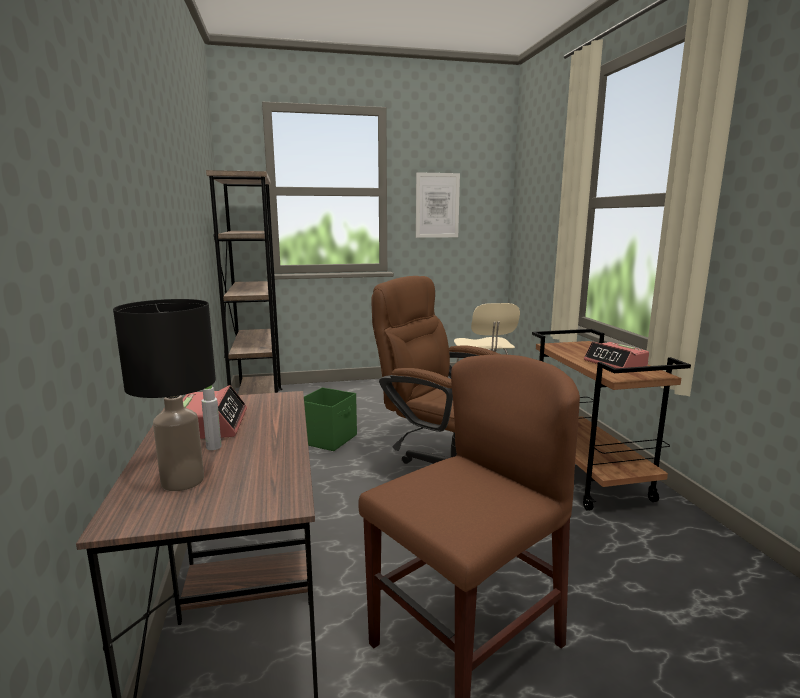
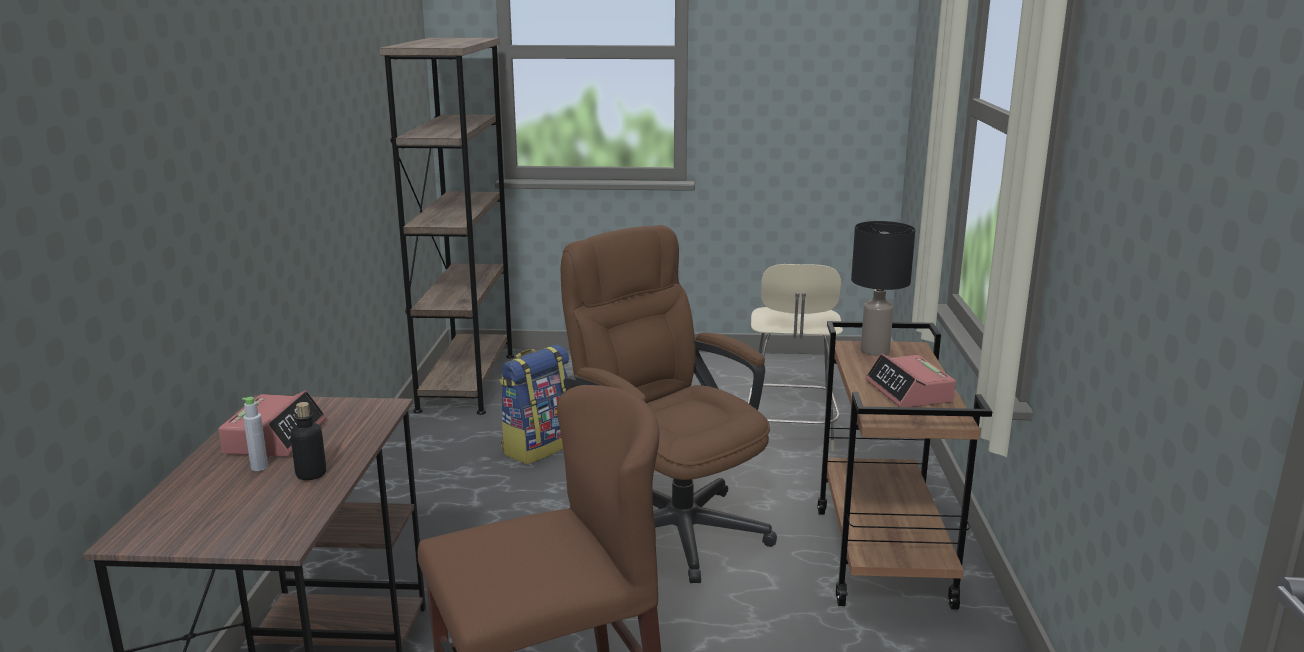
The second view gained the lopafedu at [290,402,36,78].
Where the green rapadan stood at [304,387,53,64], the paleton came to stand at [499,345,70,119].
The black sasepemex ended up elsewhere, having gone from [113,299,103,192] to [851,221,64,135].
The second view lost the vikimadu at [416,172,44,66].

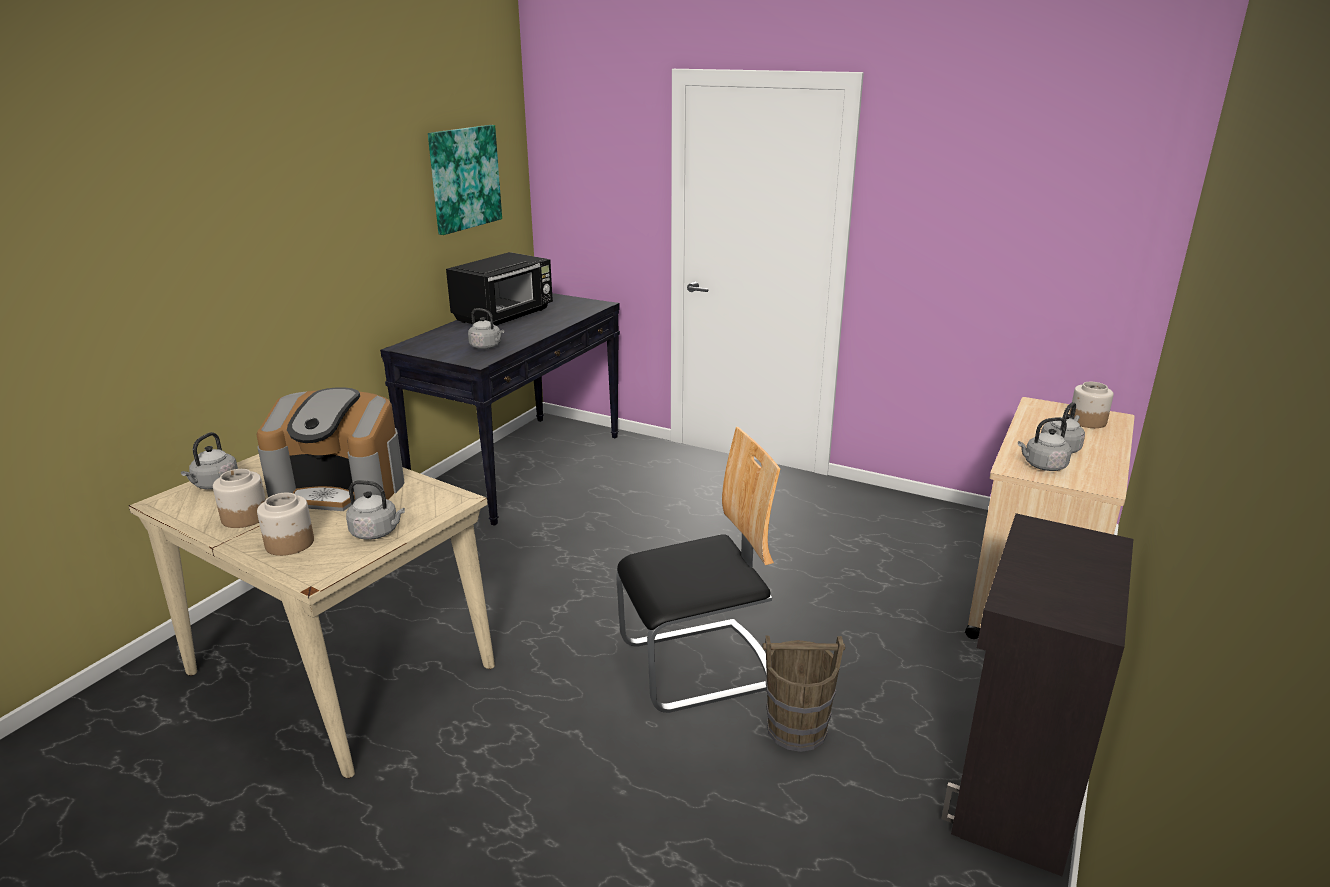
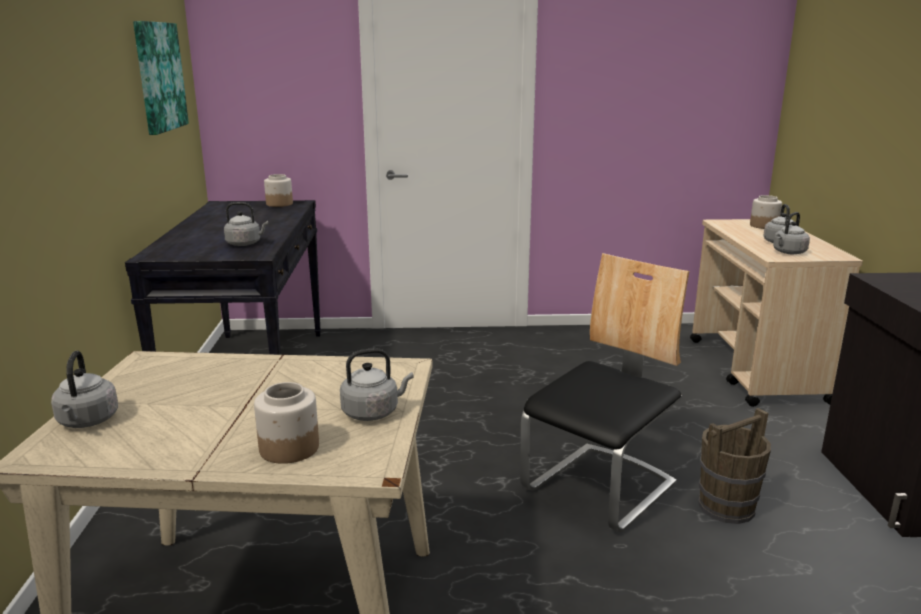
The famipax ended up elsewhere, having gone from [213,469,53,59] to [264,174,29,33].
The second view lost the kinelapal at [256,387,148,124].
The second view lost the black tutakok at [446,252,107,73].

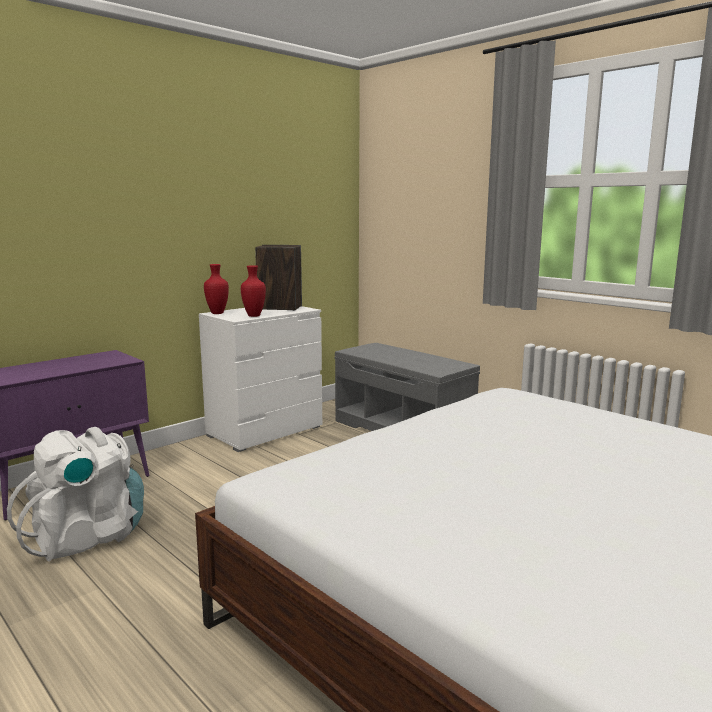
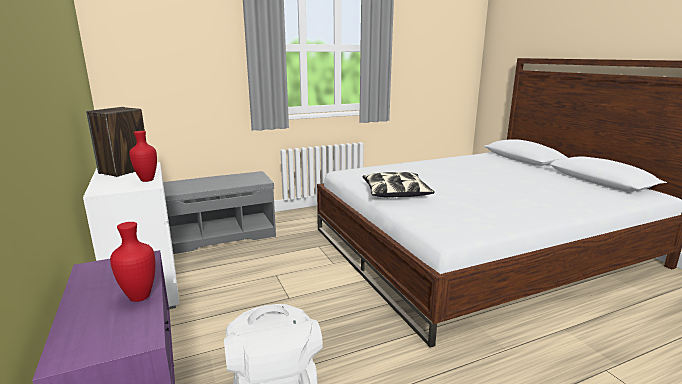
The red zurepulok ended up elsewhere, having gone from [204,264,25,50] to [110,222,45,80].
The second view gained the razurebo at [363,172,72,25].

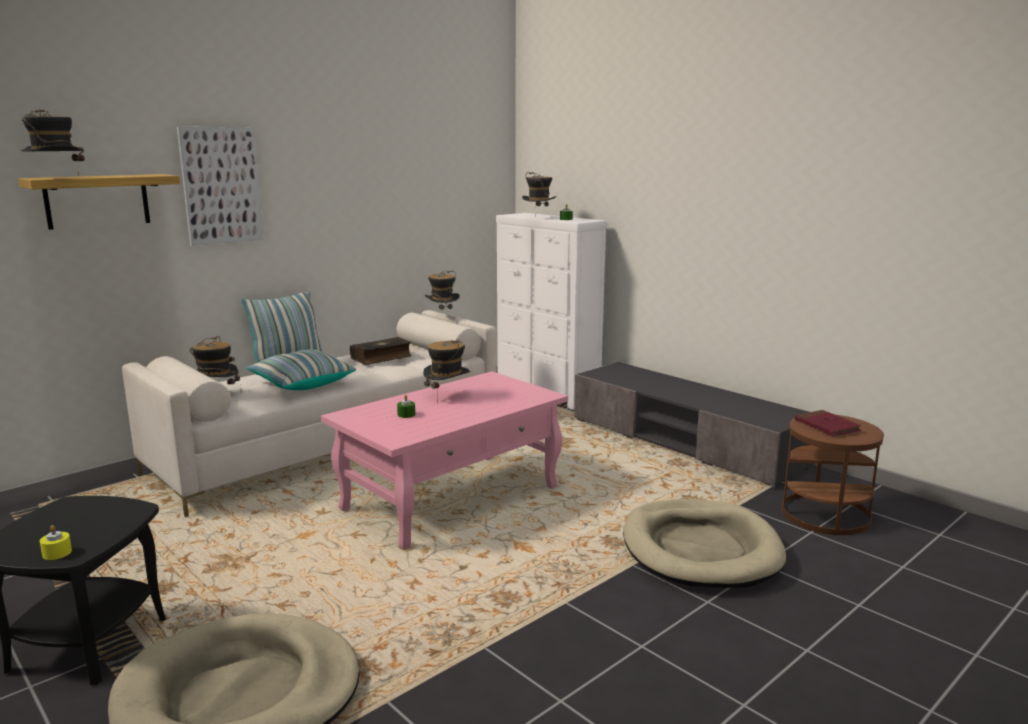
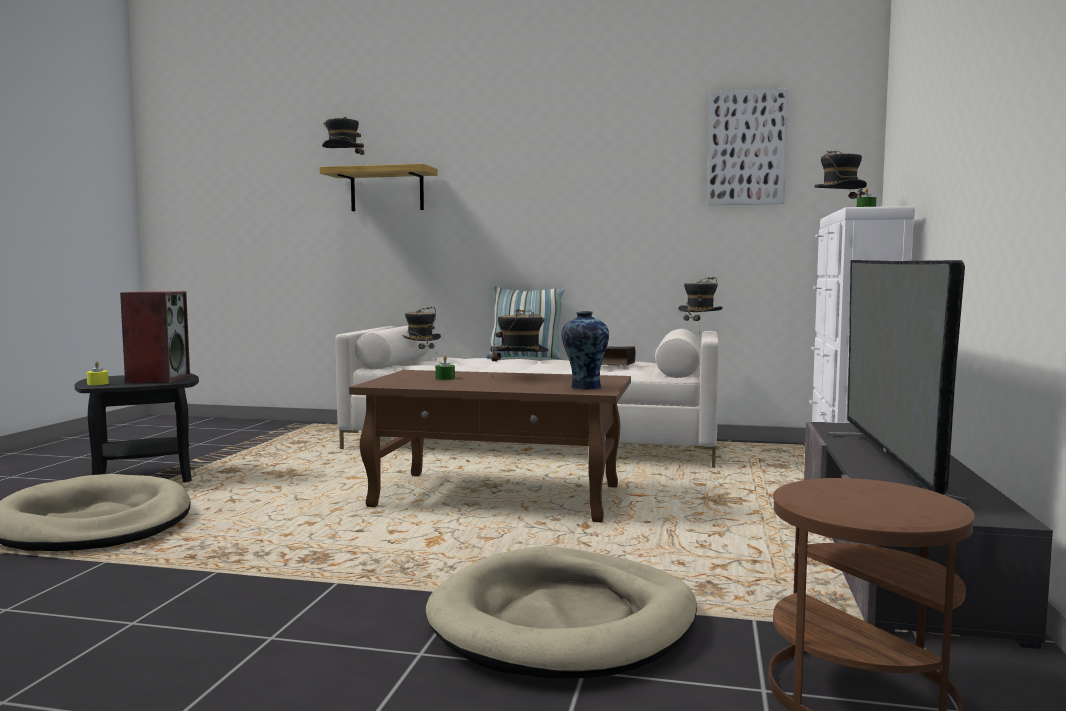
The second view gained the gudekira at [120,291,70,93].
What was the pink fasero at [321,371,247,179] turned into the brown fasero at [349,370,282,152].
The second view gained the zurepulok at [561,311,48,79].
The vikimadu ended up elsewhere, having gone from [177,127,86,119] to [708,88,80,117].
The second view gained the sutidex at [828,260,141,244].
The second view lost the razurebo at [246,349,110,41].
The second view lost the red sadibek at [795,410,66,26].

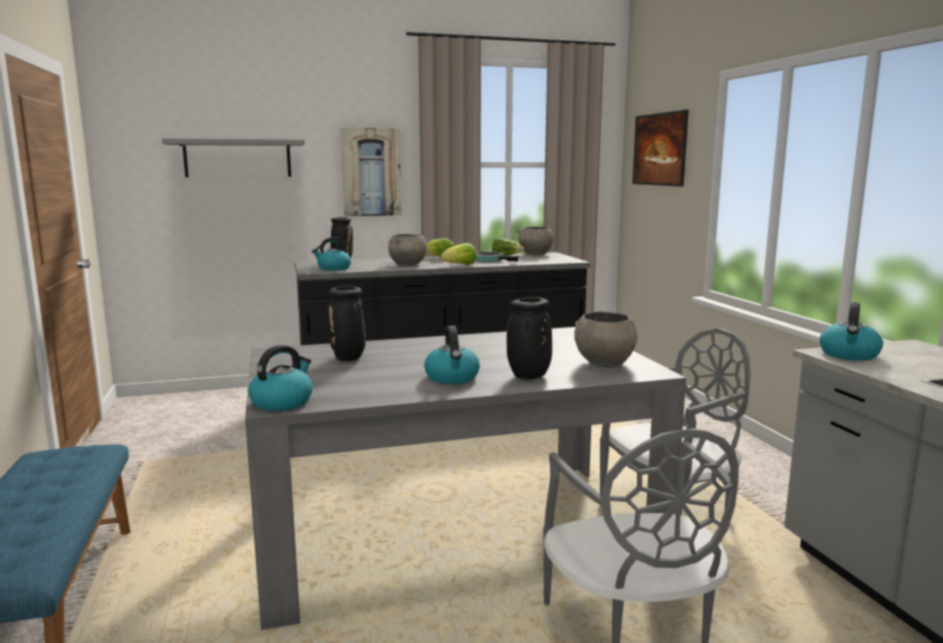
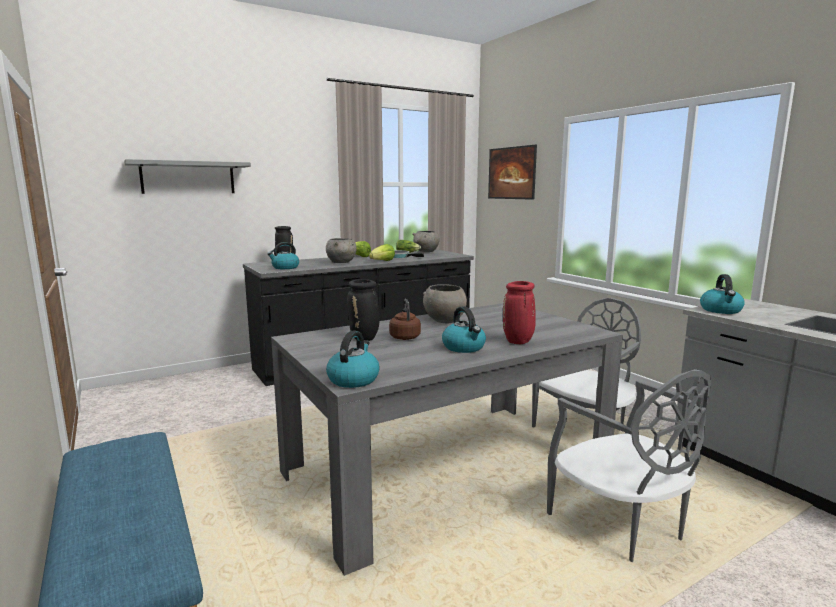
The second view gained the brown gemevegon at [389,299,32,41].
The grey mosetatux ended up elsewhere, having gone from [574,311,63,57] to [423,284,44,39].
What was the black zurepulok at [506,297,46,83] turned into the red zurepulok at [503,281,33,63].
The second view lost the vikimadu at [341,128,60,89].

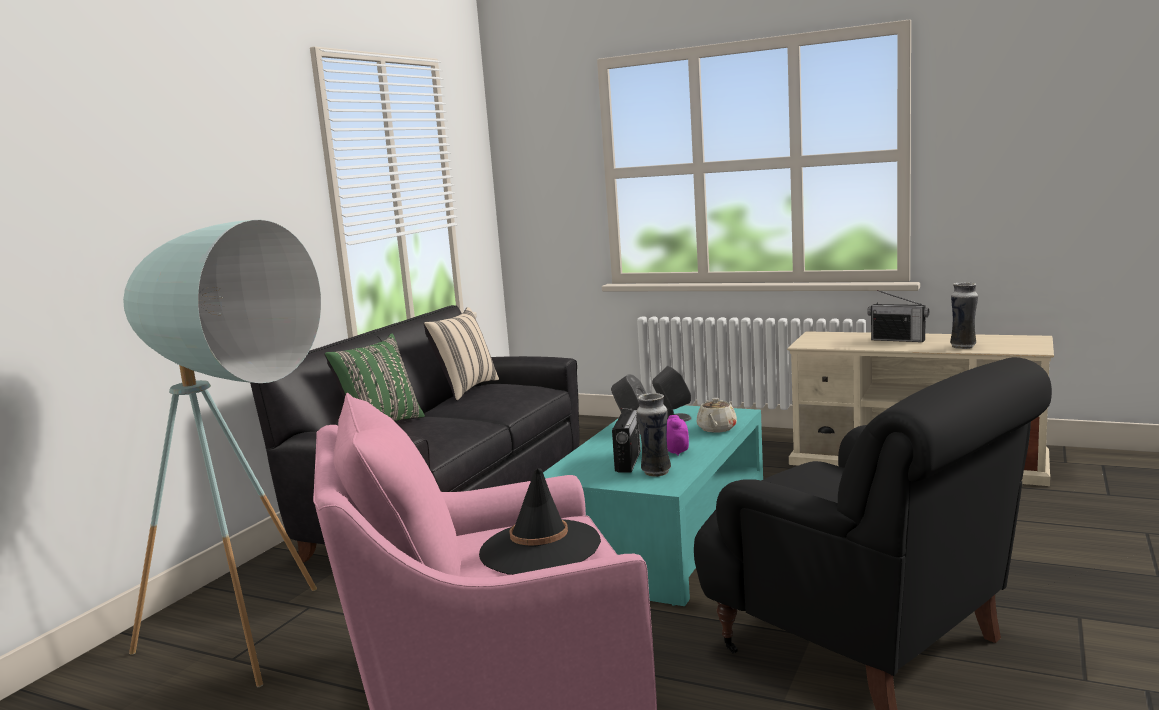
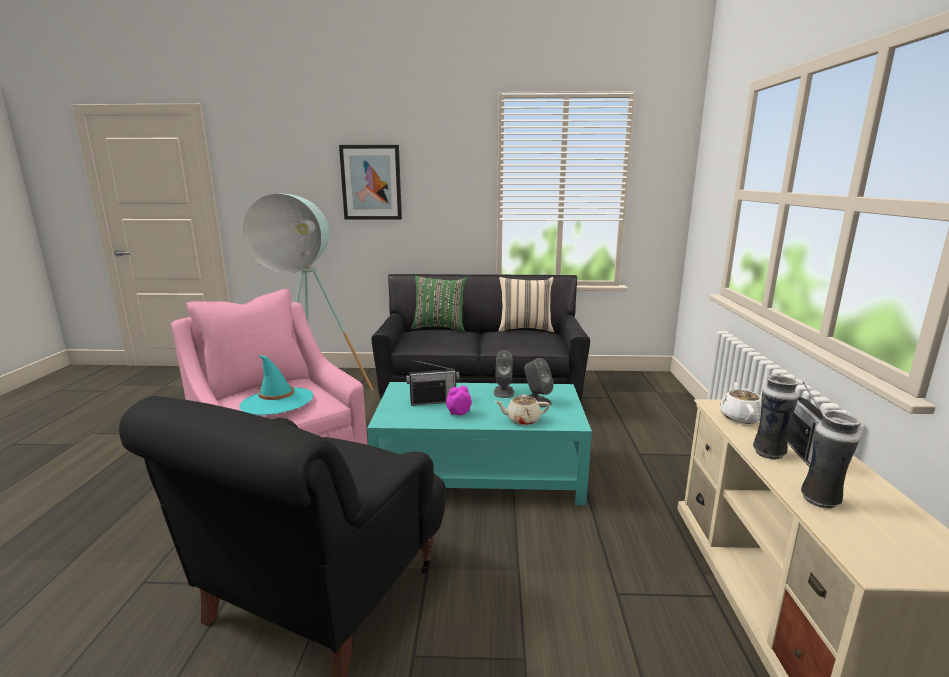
What was the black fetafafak at [479,468,122,107] turned into the turquoise fetafafak at [239,355,74,60].
The second view gained the vikimadu at [339,145,63,75].
The second view gained the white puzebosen at [720,382,42,42].
The zurepulok ended up elsewhere, having gone from [637,393,34,84] to [753,375,46,84].

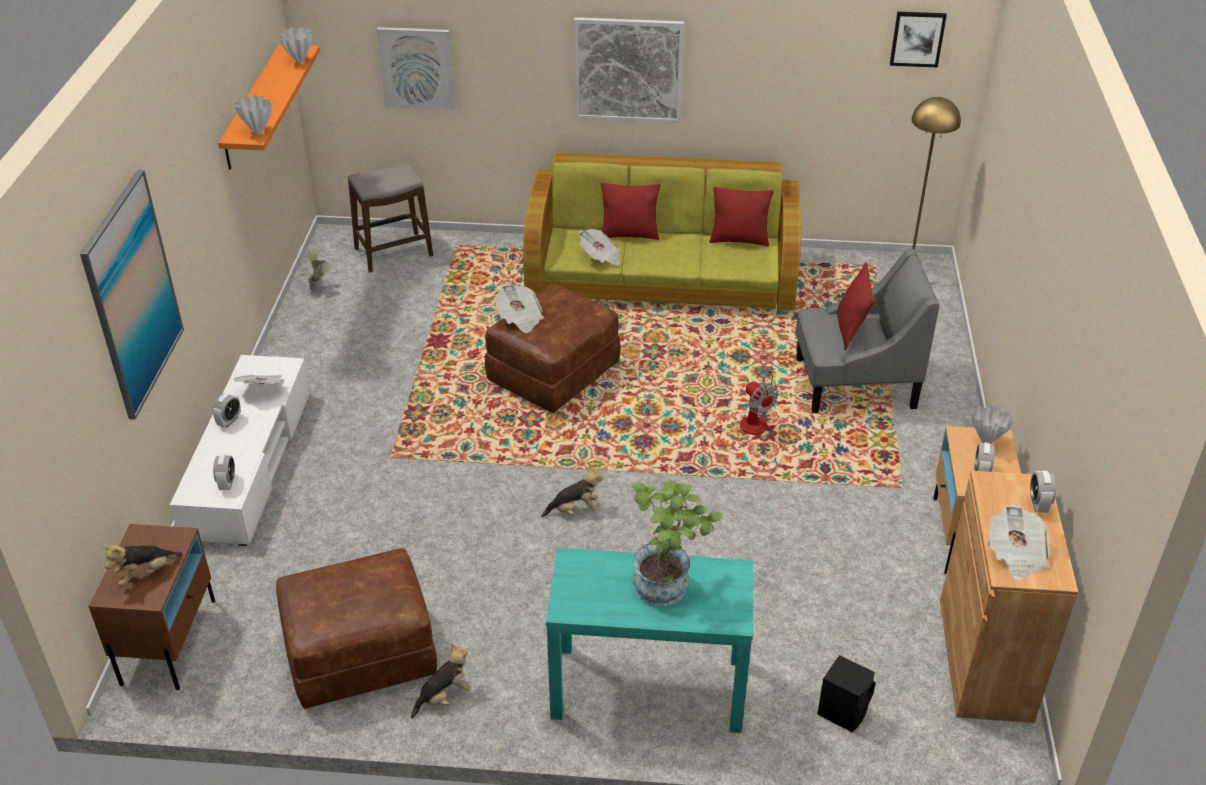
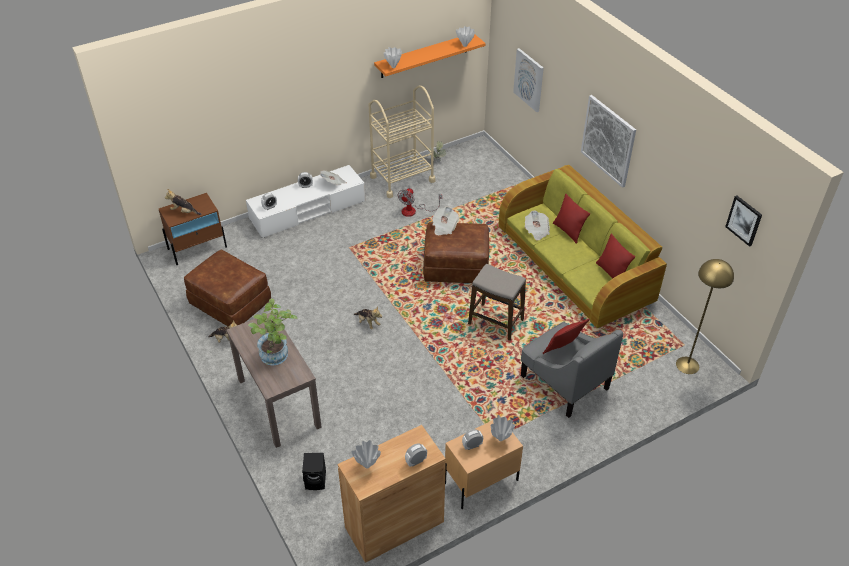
What was the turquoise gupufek at [546,548,207,185] turned into the brown gupufek at [227,312,95,136].
Where the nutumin stood at [988,504,62,76], the white zurepulok came to stand at [351,440,30,28].
The second view gained the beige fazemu at [368,85,67,113].
The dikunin ended up elsewhere, having gone from [740,366,38,69] to [398,188,44,29].
The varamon ended up elsewhere, having gone from [348,162,85,110] to [468,264,58,77].
The second view lost the vikimadu at [80,170,104,250].

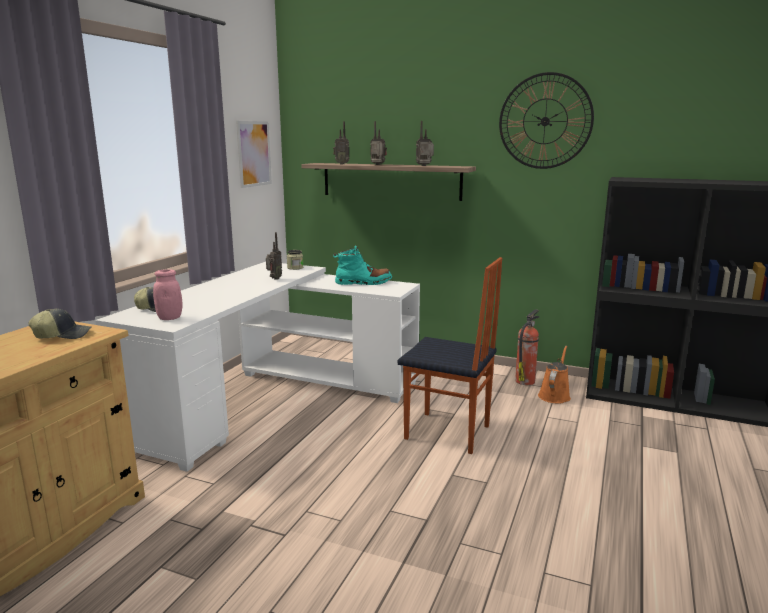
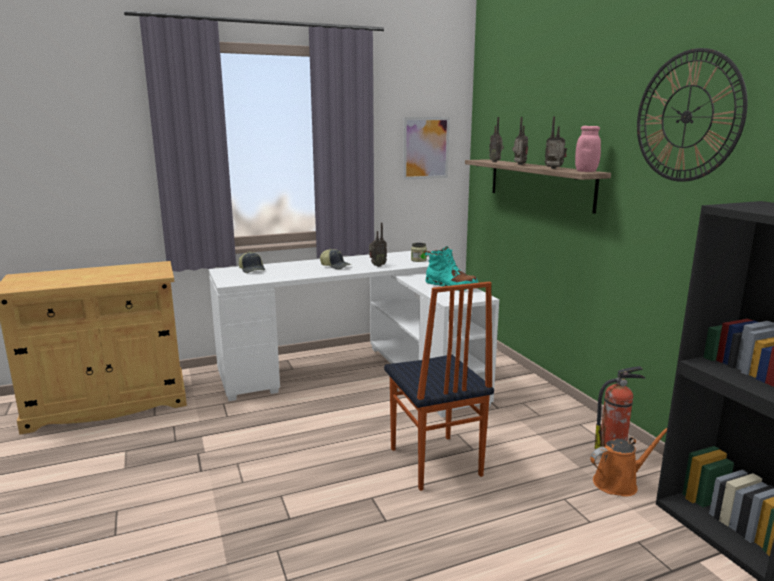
The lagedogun ended up elsewhere, having gone from [28,309,63,30] to [320,249,31,20].
The pink famipax ended up elsewhere, having gone from [153,269,30,51] to [575,126,26,46].

